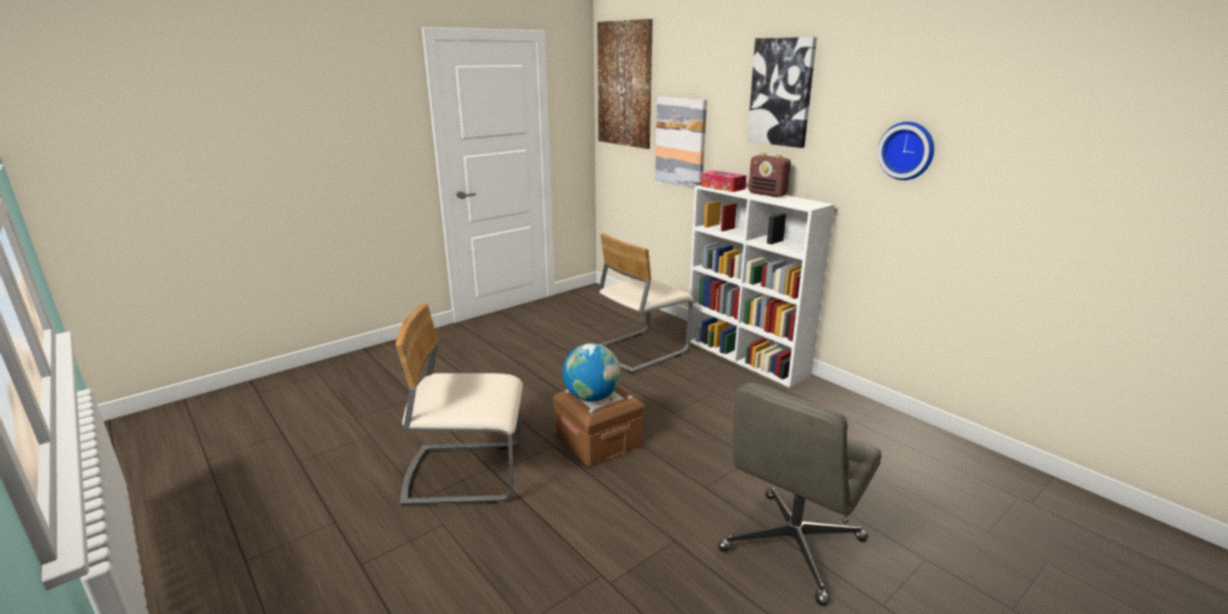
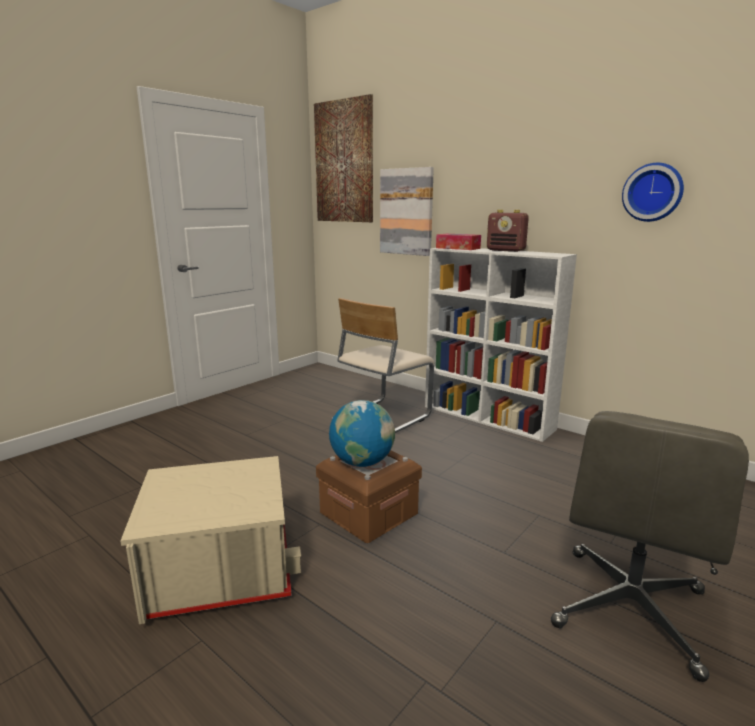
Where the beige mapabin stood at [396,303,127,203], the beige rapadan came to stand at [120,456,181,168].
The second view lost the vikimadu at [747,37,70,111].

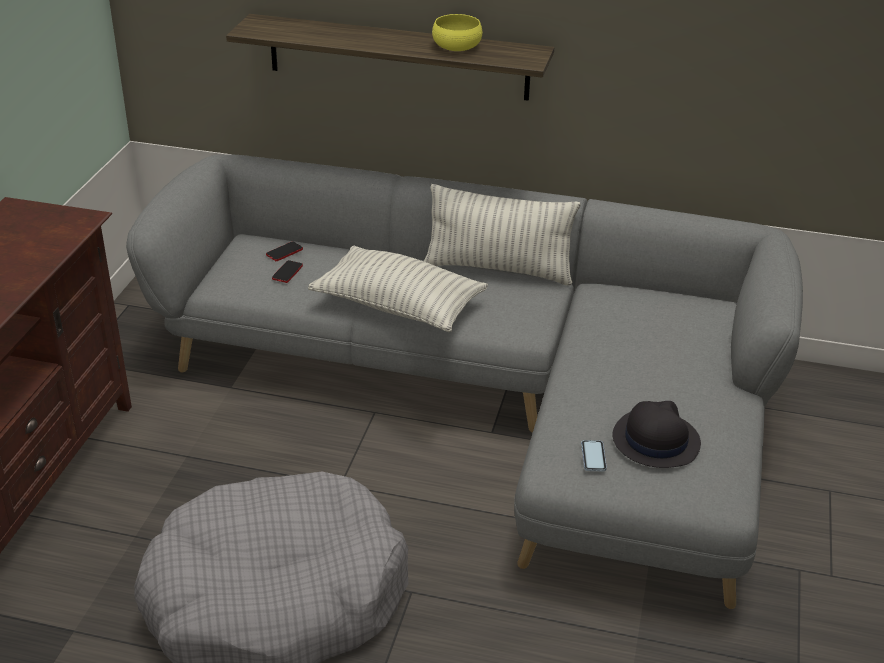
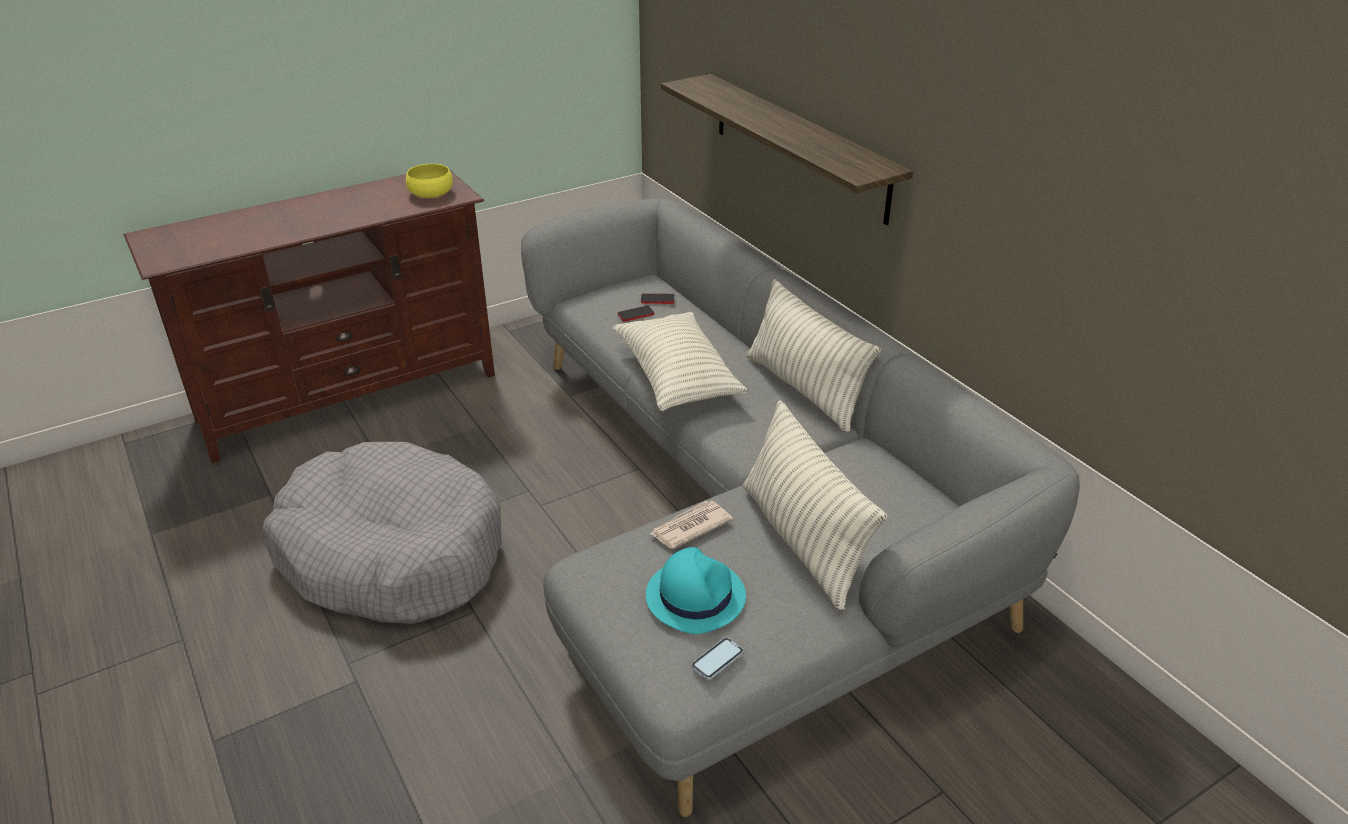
The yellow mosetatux ended up elsewhere, having gone from [432,14,50,37] to [406,164,47,34].
What was the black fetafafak at [612,401,89,67] turned into the turquoise fetafafak at [646,547,100,87].
The second view gained the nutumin at [650,501,83,48].
The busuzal ended up elsewhere, having gone from [581,440,26,31] to [691,638,53,42].
The second view gained the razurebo at [743,400,144,210].

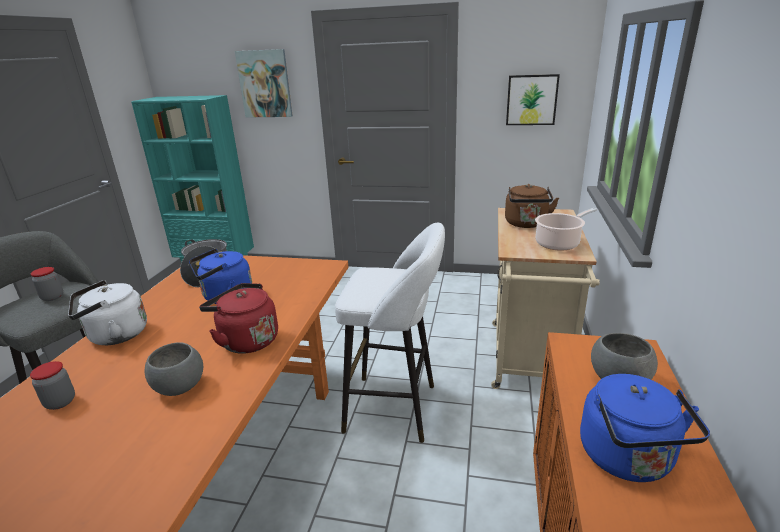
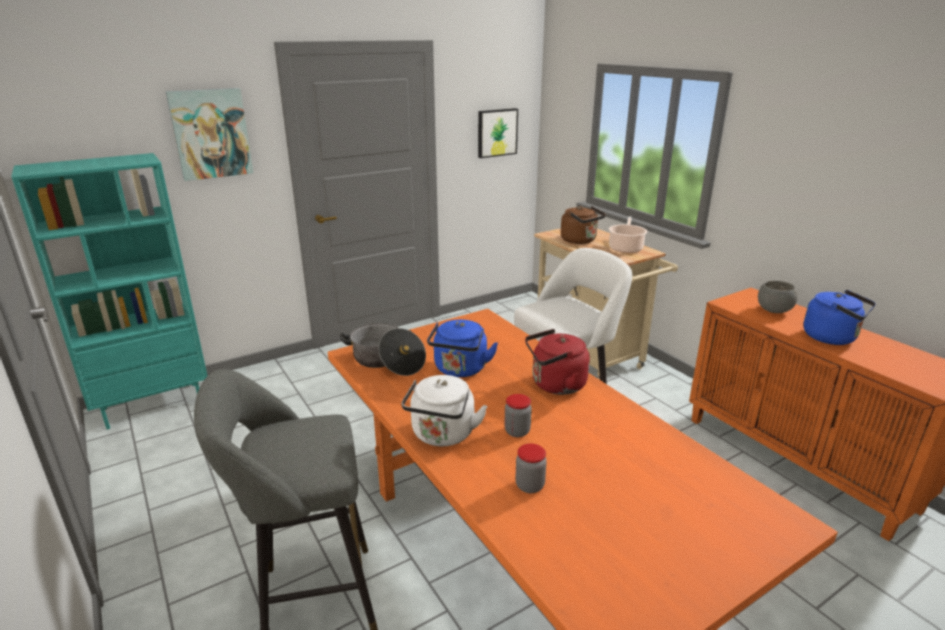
The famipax ended up elsewhere, having gone from [31,267,32,34] to [504,394,28,43].
The second view lost the grey mosetatux at [145,342,58,54].

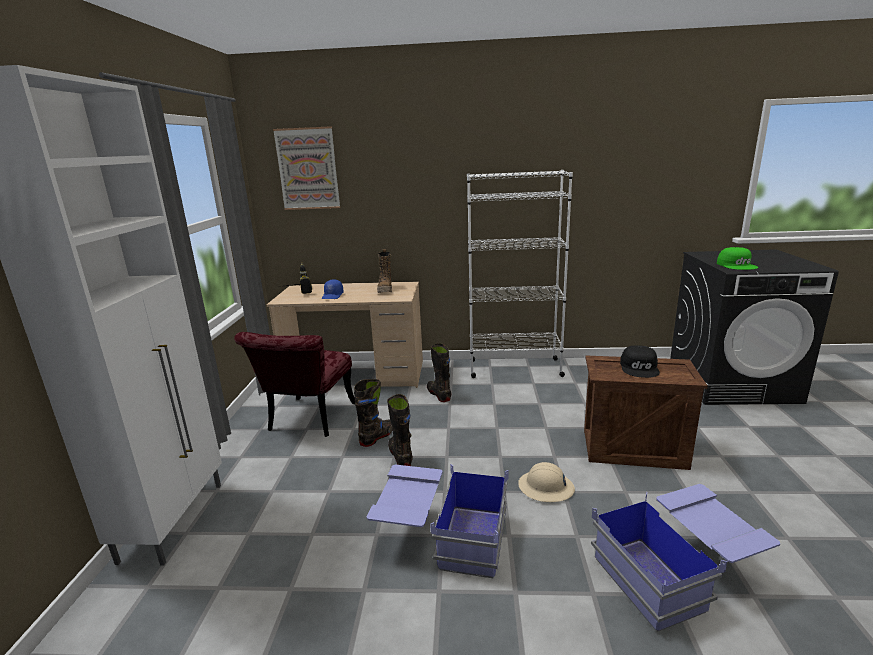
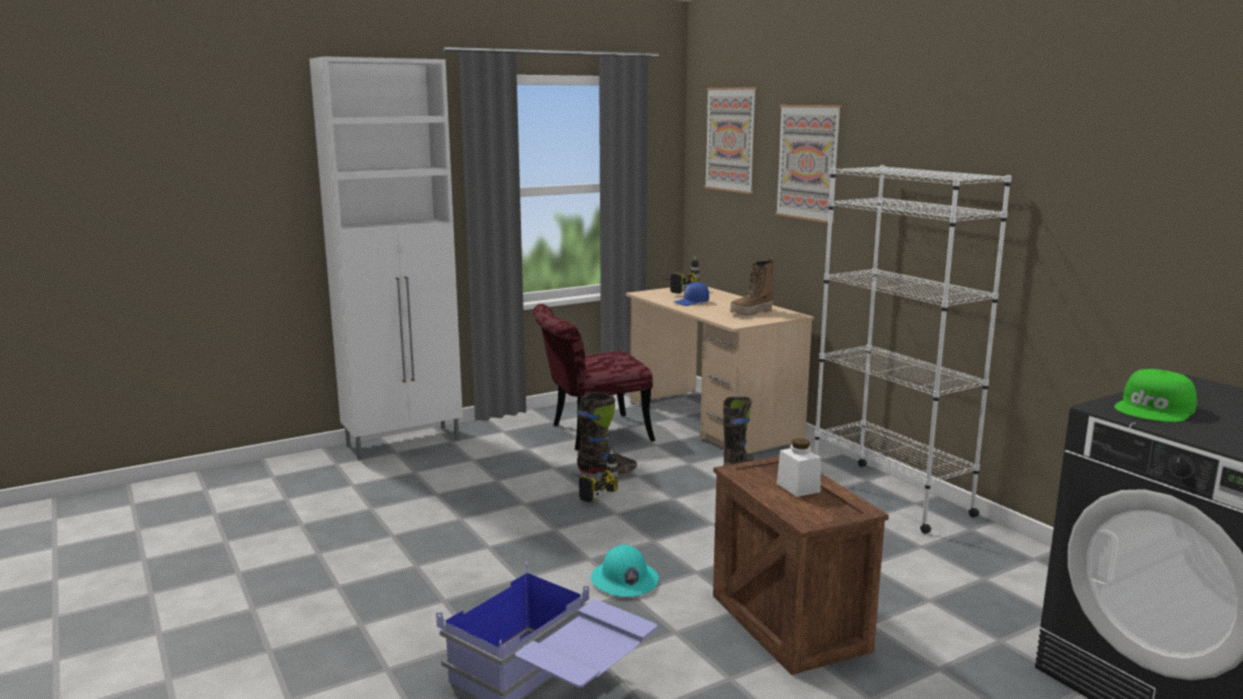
Where the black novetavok stood at [387,394,26,72], the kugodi came to stand at [573,449,46,54].
What was the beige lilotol at [518,462,57,40] turned into the turquoise lilotol at [591,545,68,52].
The second view gained the vikimadu at [775,105,67,118].
Where the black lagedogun stood at [620,345,40,33], the white famipax came to stand at [777,438,44,59].
The second view lost the blue rapadan at [367,464,142,114].

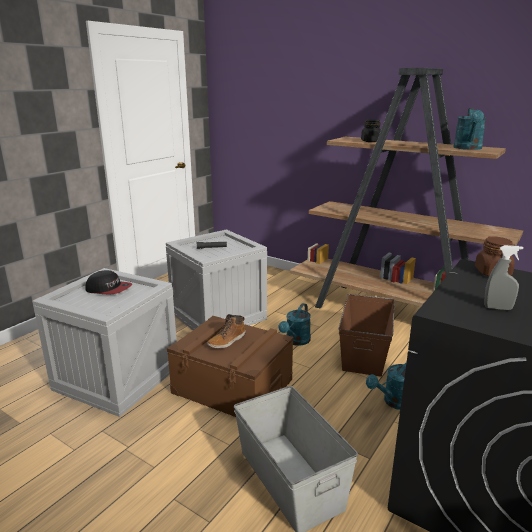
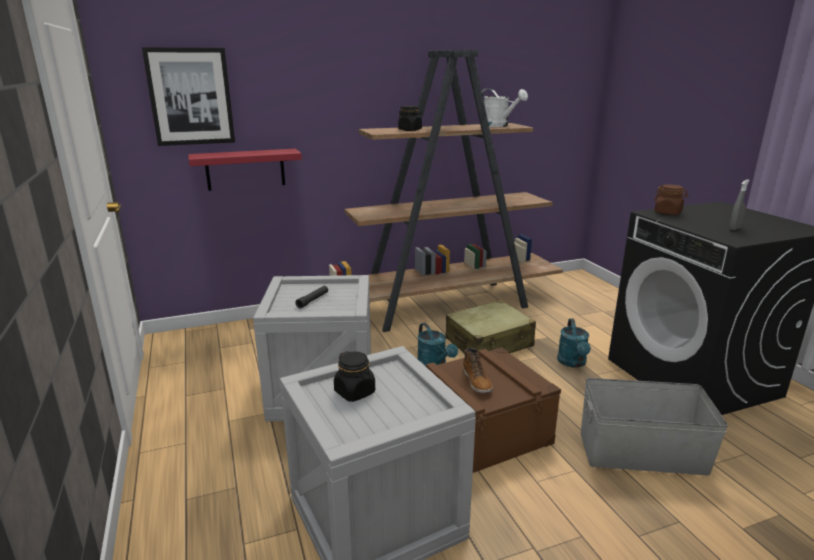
The second view gained the vikimadu at [142,47,93,99].
The second view gained the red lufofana at [188,149,114,42].
Where the lagedogun stood at [85,270,47,24], the black famipax came to stand at [334,351,41,51].
Where the brown rapadan stood at [338,294,57,83], the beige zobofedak came to stand at [446,300,90,53].
What was the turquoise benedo at [453,108,33,42] turned into the white benedo at [482,88,46,39].

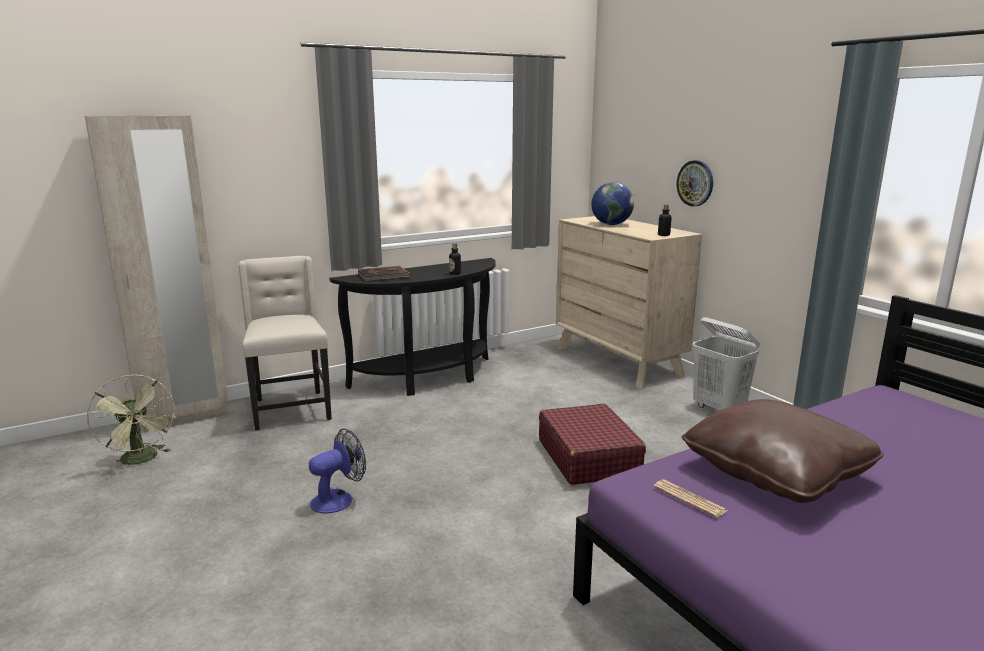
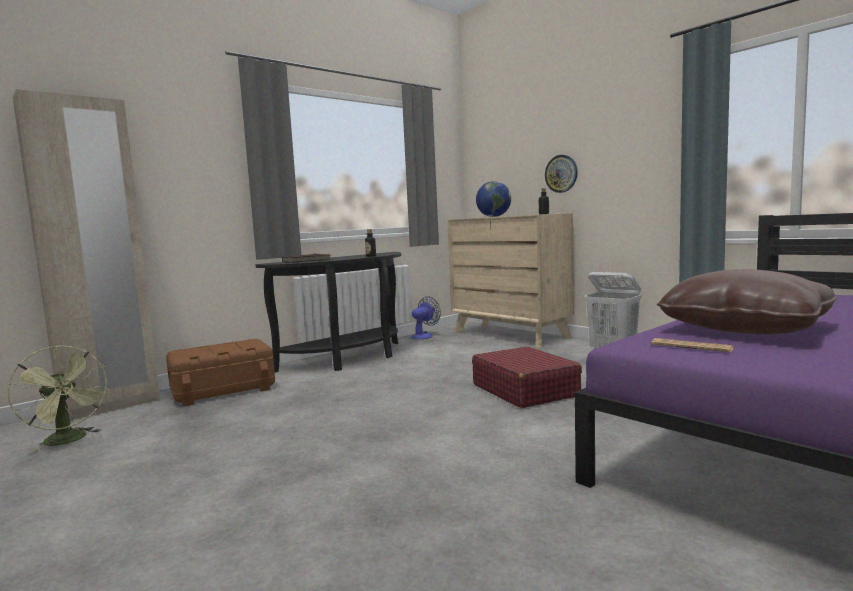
Where the beige mapabin stood at [238,256,94,174], the brown rapadan came to stand at [166,339,109,67].
The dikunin ended up elsewhere, having gone from [309,428,57,85] to [411,296,30,43].

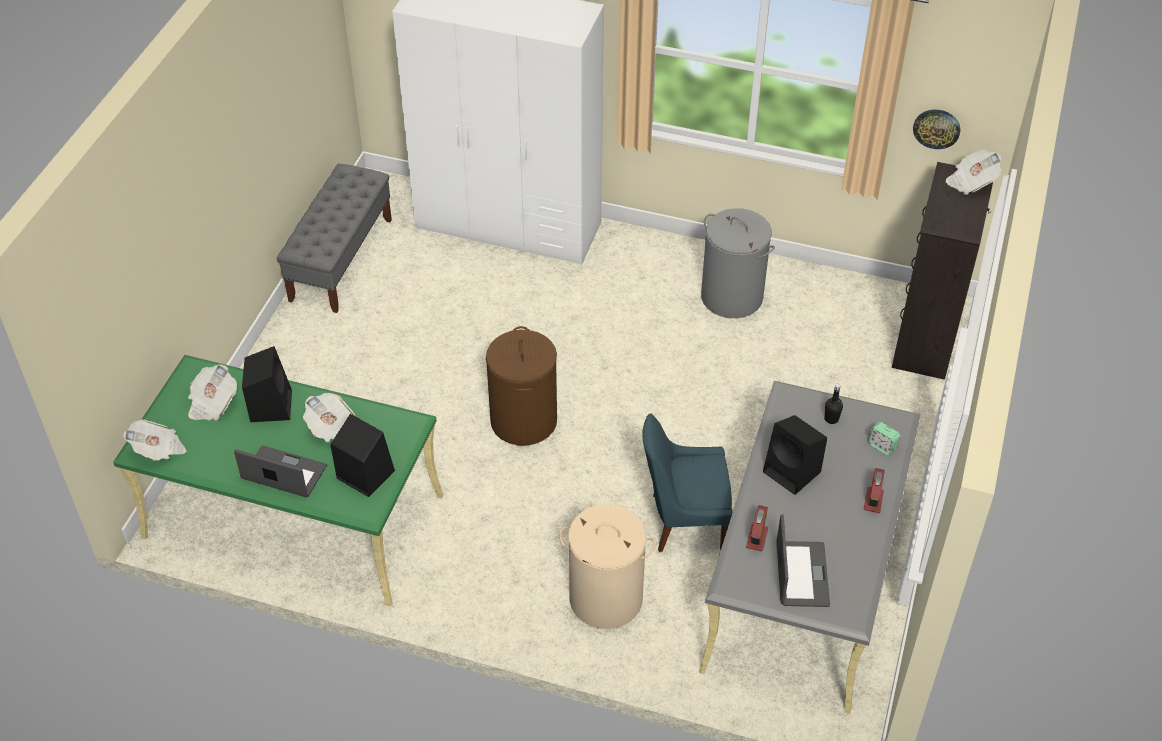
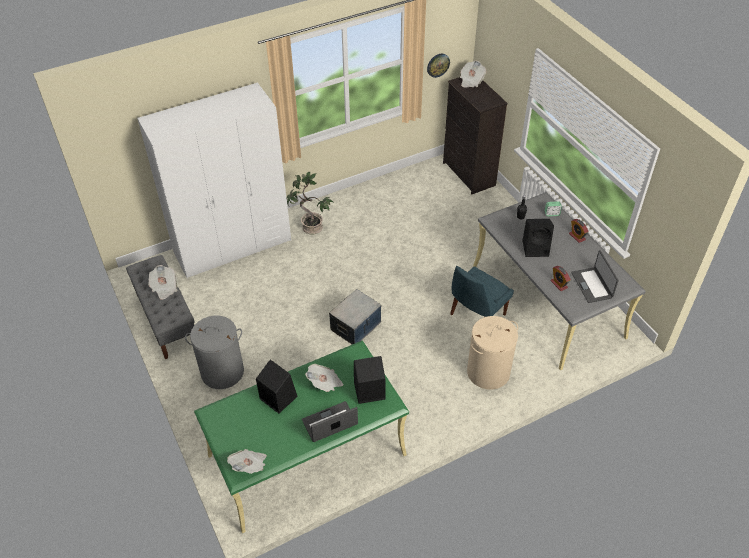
The nutumin ended up elsewhere, having gone from [188,364,49,57] to [148,265,30,35].
The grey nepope ended up elsewhere, having gone from [701,208,74,110] to [185,316,59,73].
The second view gained the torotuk at [287,172,46,62].
Where the brown nepope stood at [486,326,71,120], the rapadan came to stand at [329,289,52,55].
The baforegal at [776,514,54,93] ended up facing another way, 150 degrees counterclockwise from before.

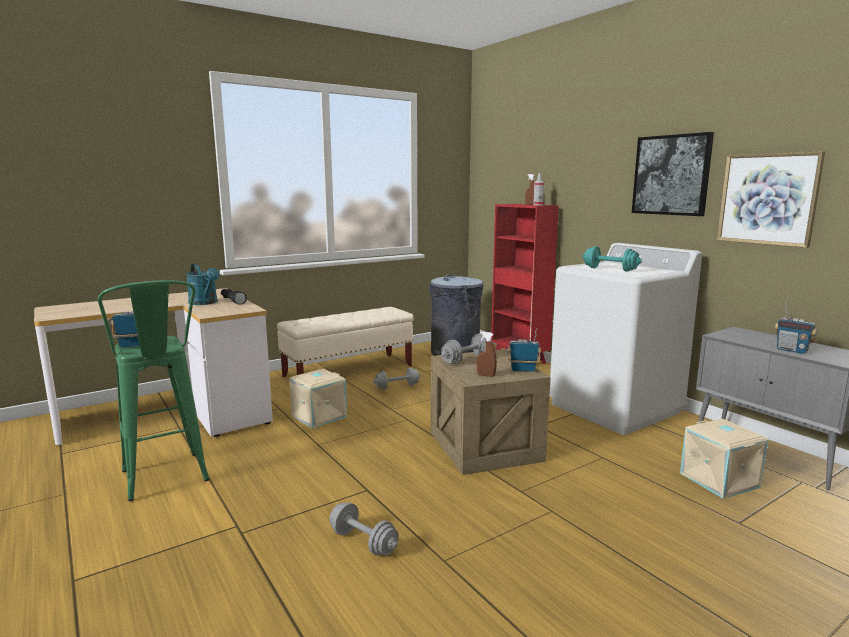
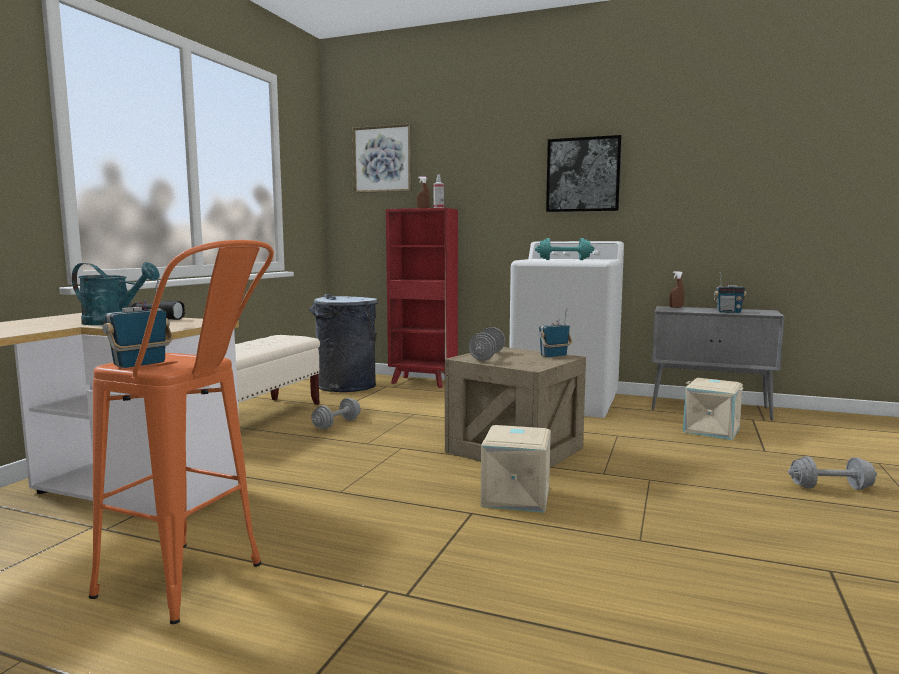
What was the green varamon at [98,280,111,221] turned into the orange varamon at [89,240,185,384].
The vikimadu ended up elsewhere, having gone from [717,151,108,97] to [352,124,60,69].
The beige rapadan ended up elsewhere, having gone from [289,369,58,60] to [481,425,70,88].
The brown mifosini ended up elsewhere, having gone from [477,331,20,46] to [669,271,15,37].
The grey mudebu ended up elsewhere, having gone from [329,502,70,53] to [788,457,89,33].

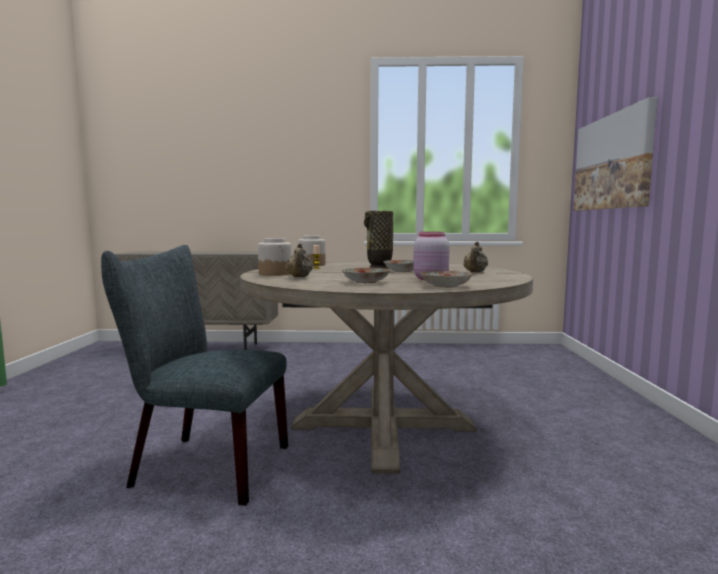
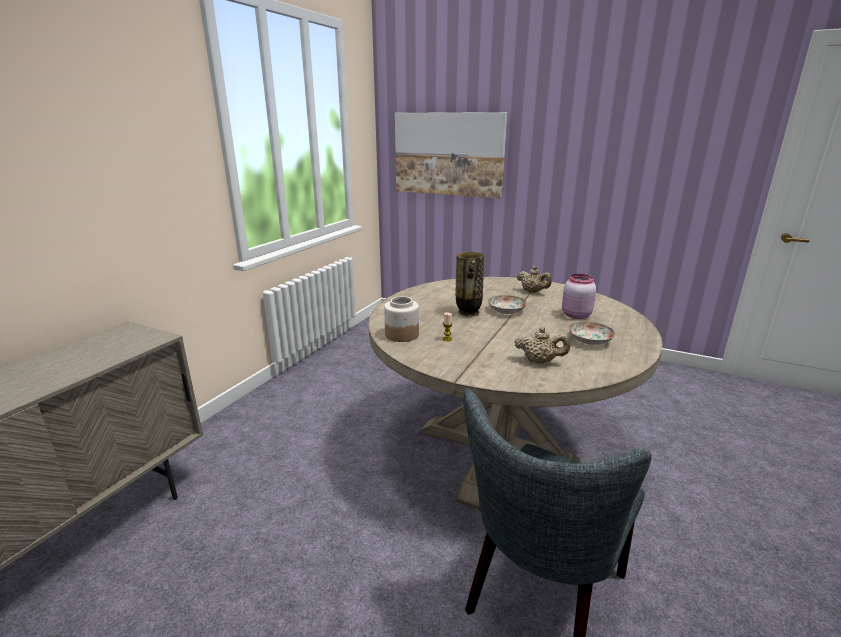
The second view lost the famipax at [258,238,34,38].
The second view lost the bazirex at [420,271,53,17].

